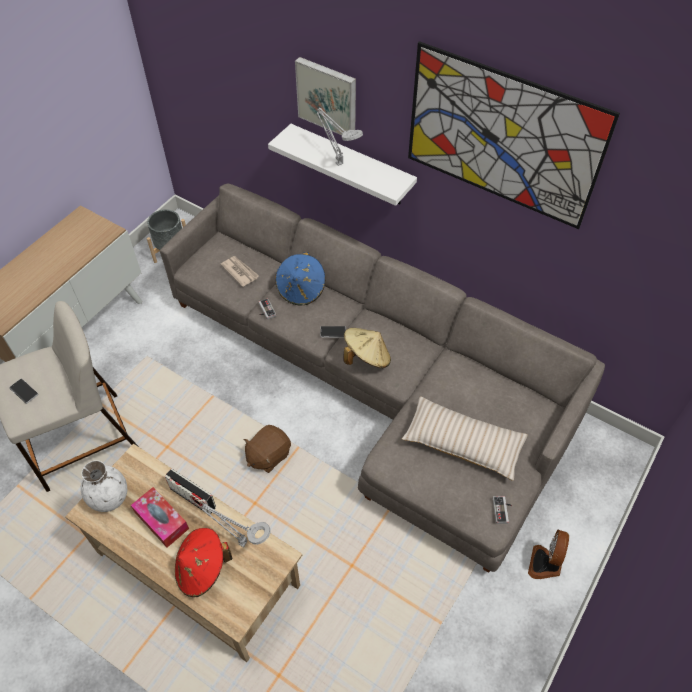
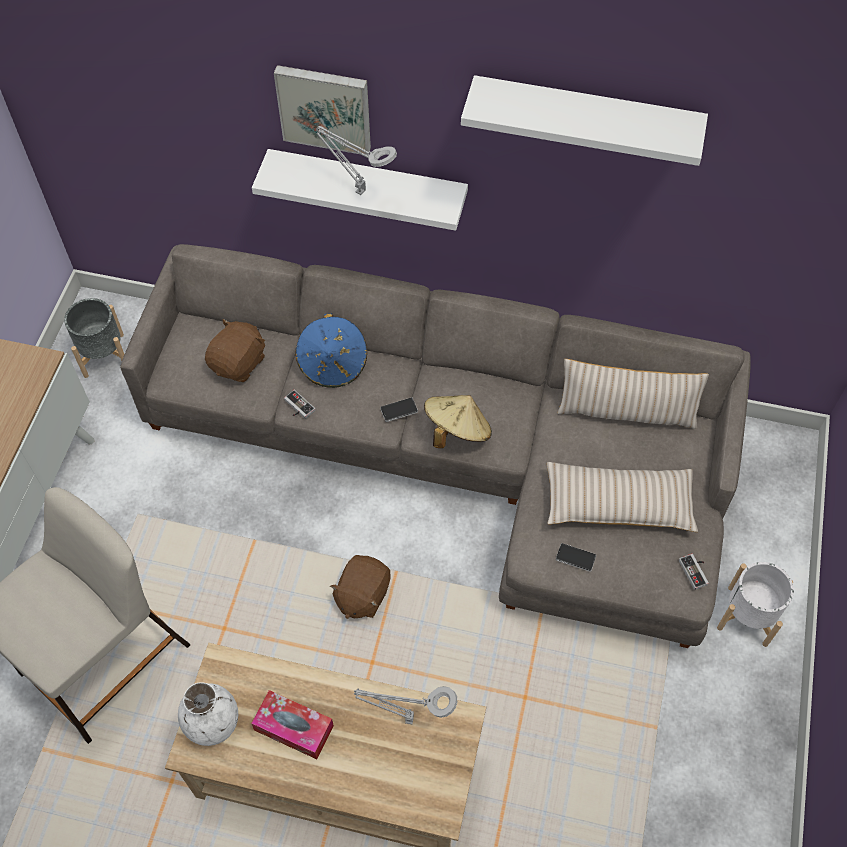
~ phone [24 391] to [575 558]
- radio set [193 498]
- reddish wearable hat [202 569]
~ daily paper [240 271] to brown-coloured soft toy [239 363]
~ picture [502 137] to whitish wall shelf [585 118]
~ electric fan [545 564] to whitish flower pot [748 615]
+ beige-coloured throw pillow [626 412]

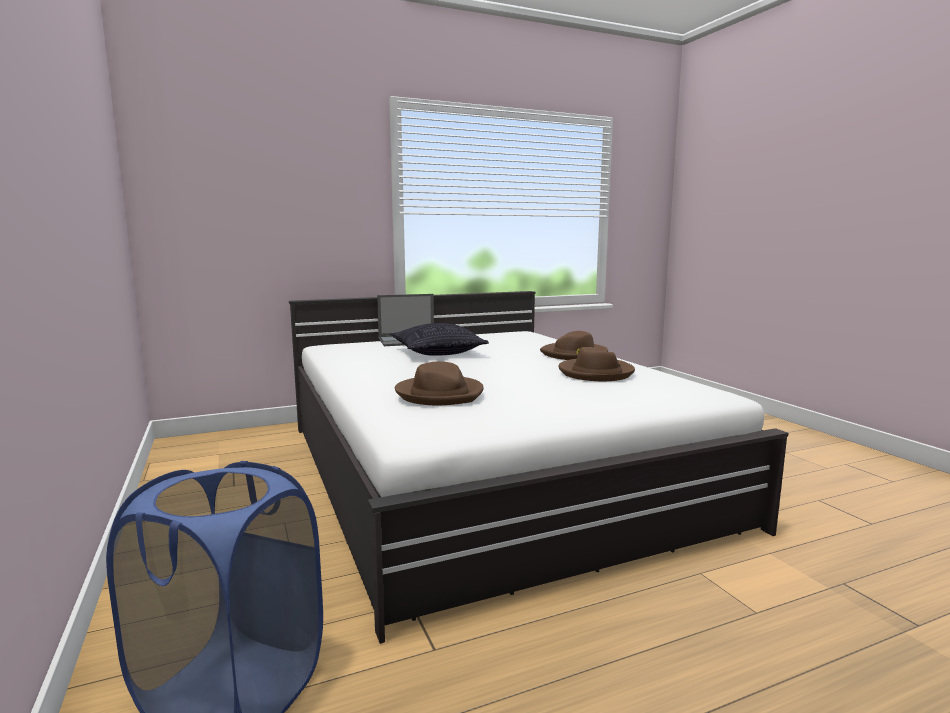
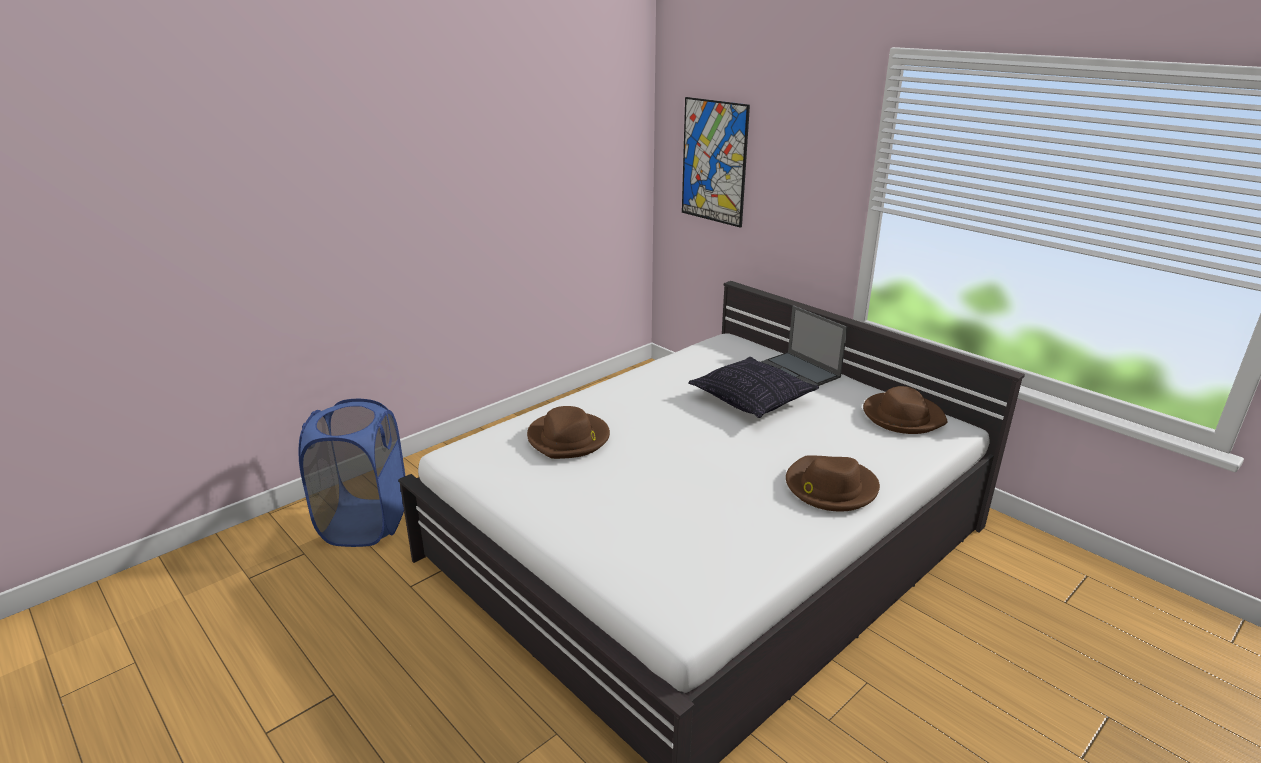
~ brown-coloured wearable hat [595 373] to [902 416]
+ picture [714 162]

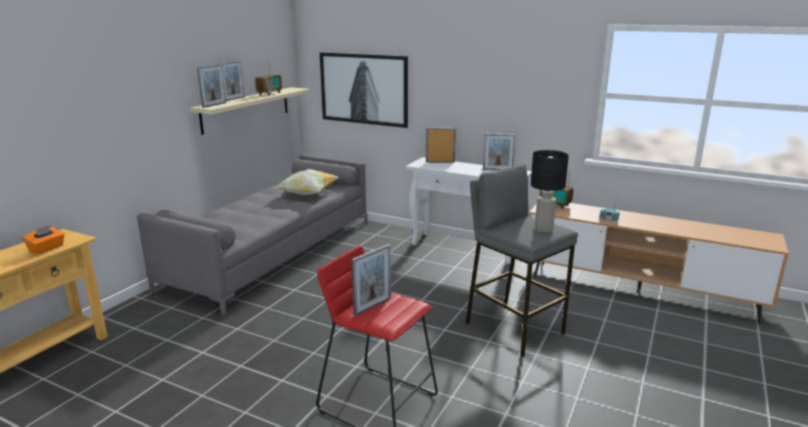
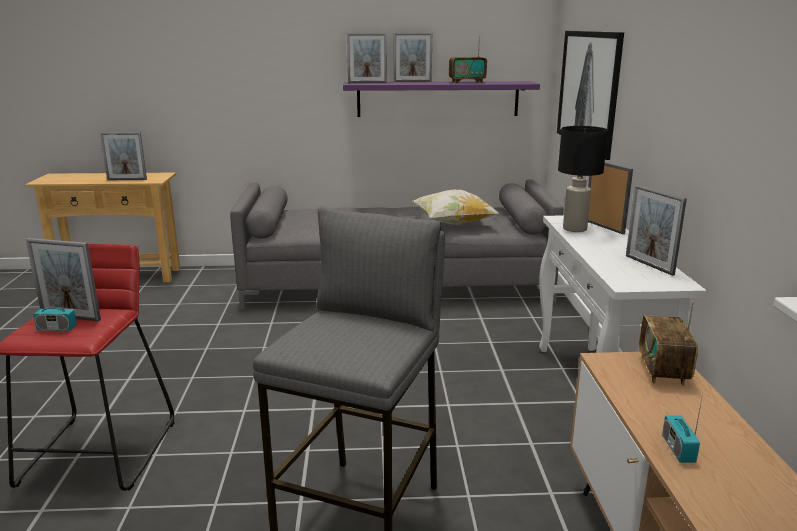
~ orangey tissue holder [47 249] to picture frame [127 179]
~ beige-coloured wall shelf [246 109] to purple wall shelf [438 99]
~ black lamp for a table [544 229] to [574 229]
+ radio set [56 328]

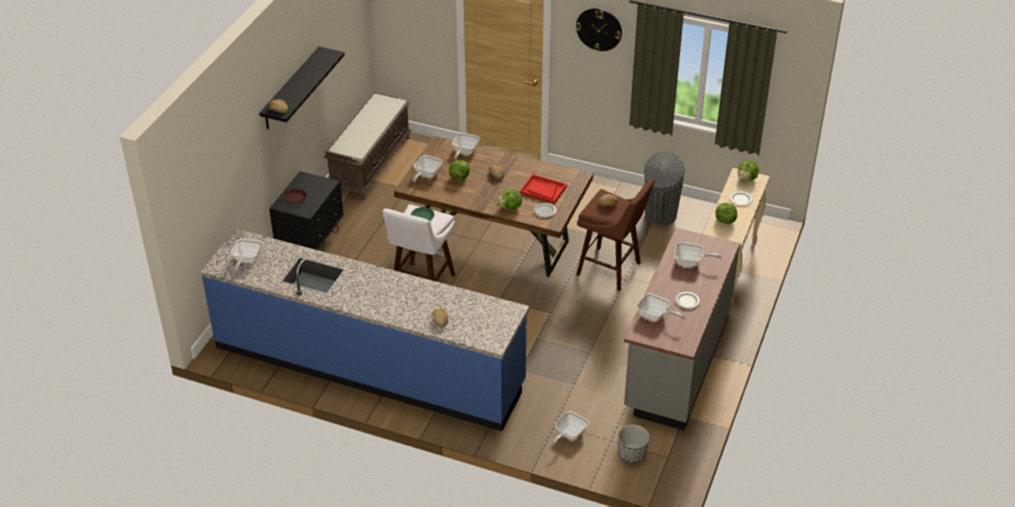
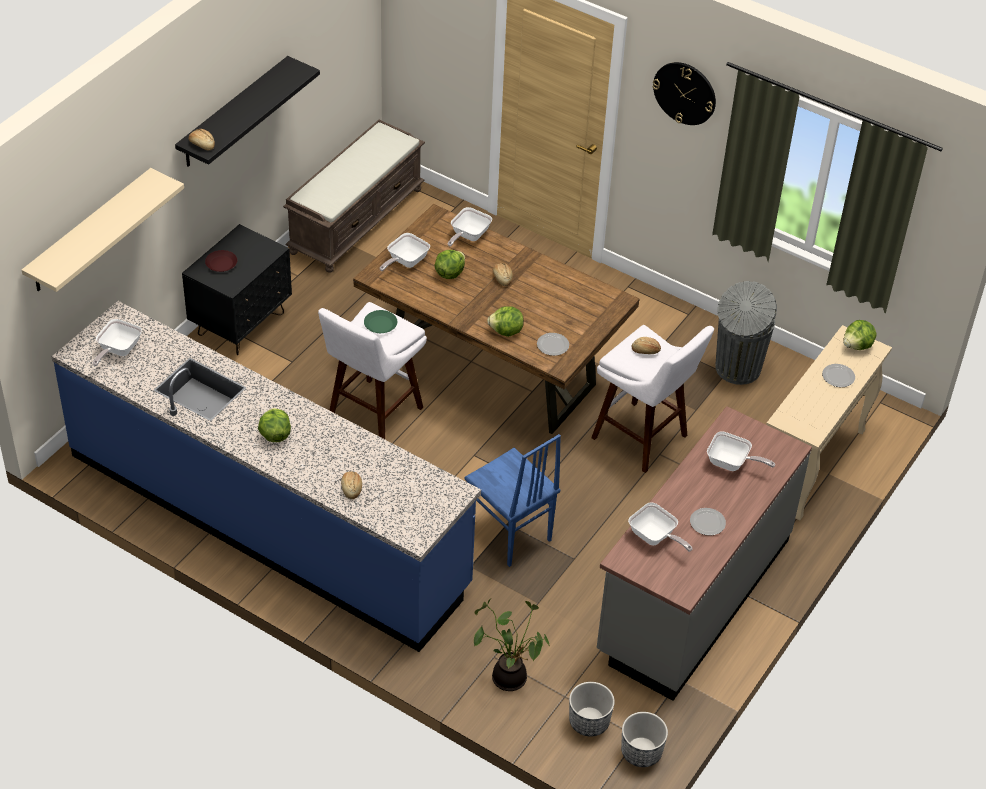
- reddish carrying tray [543 190]
~ pan [568 435] to potted plant [509 676]
~ brown-coloured stool [611 270] to whitish stool [643 439]
~ lettuce head [724 220] to [275 435]
+ beige-coloured wall shelf [90 231]
+ bluish upright chair [509 535]
+ flower pot [641 752]

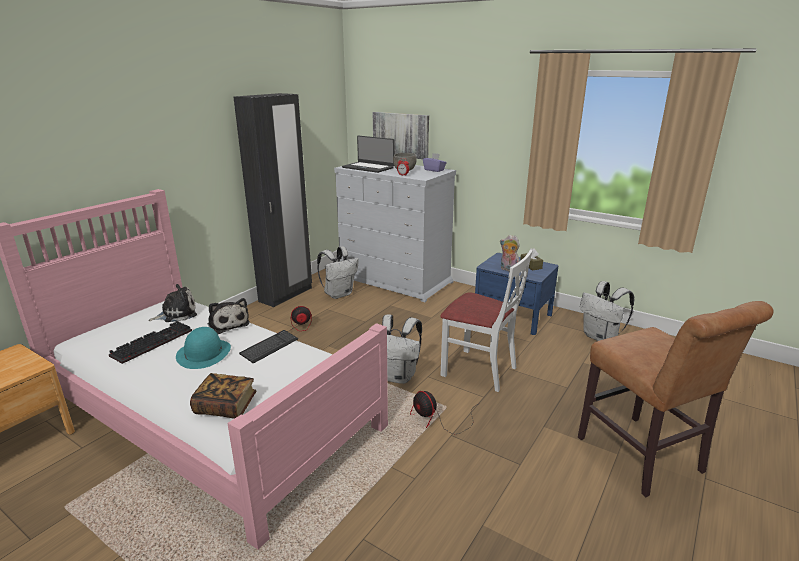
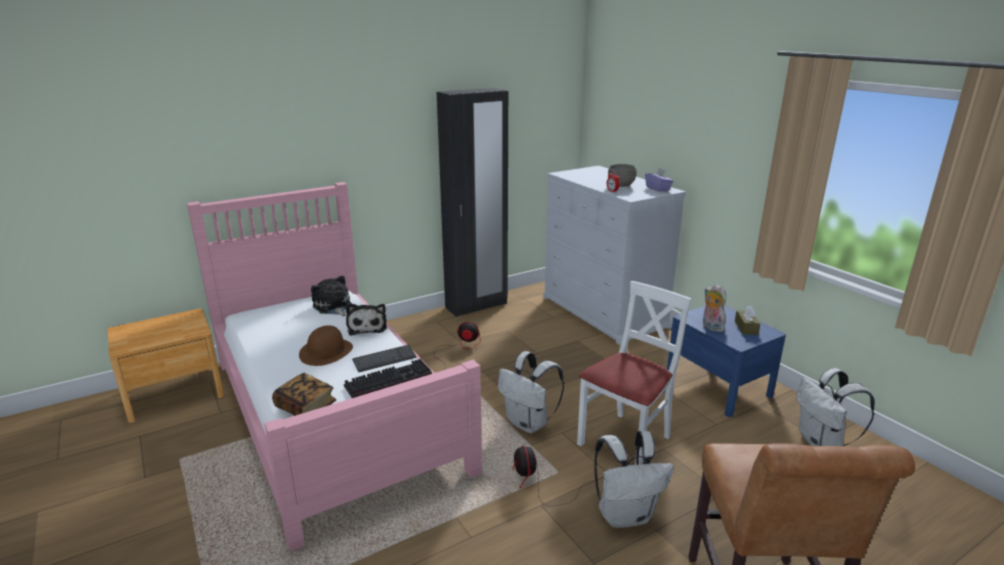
~ keyboard [152 342] to [389 379]
~ soft toy [177 314] = [333 307] 120 degrees counterclockwise
~ turquoise wearable hat [204 353] to brown-coloured wearable hat [326 351]
~ whitish knapsack [339 294] to [626 515]
- notebook computer [368 167]
- picture [401 135]
~ whitish upright chair [479 370] = [626 442] 105 degrees counterclockwise

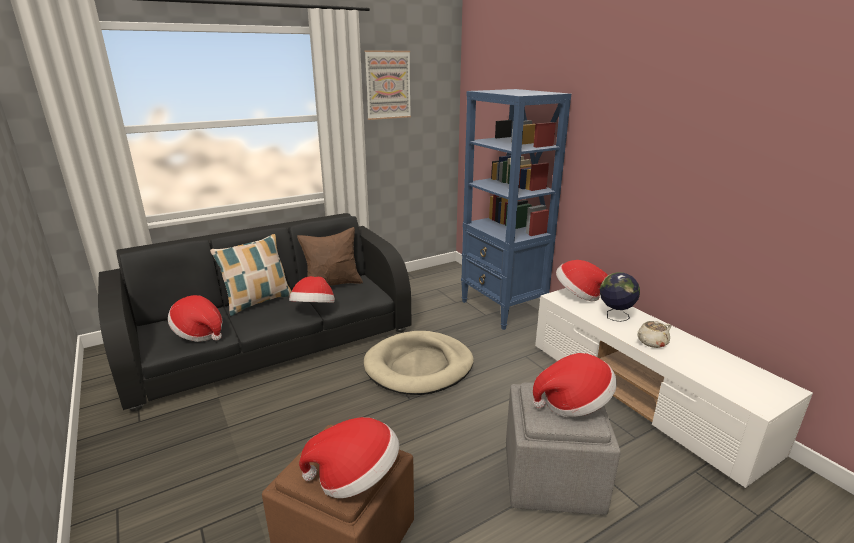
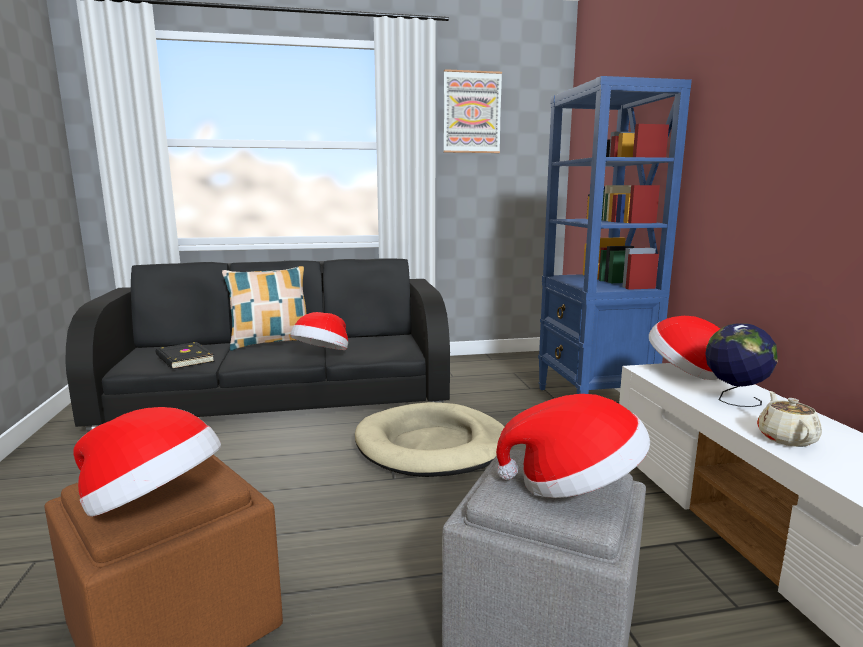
~ wearable hat [199 333] to black book [184 359]
- brown-coloured throw pillow [333 284]
~ beige-coloured tea pot [651 342] = [786 438] 105 degrees clockwise

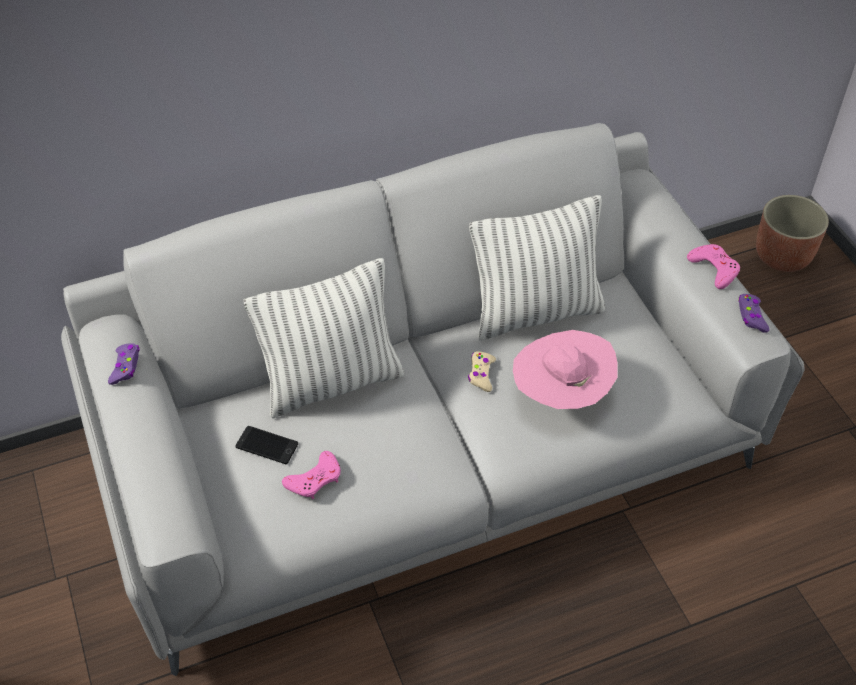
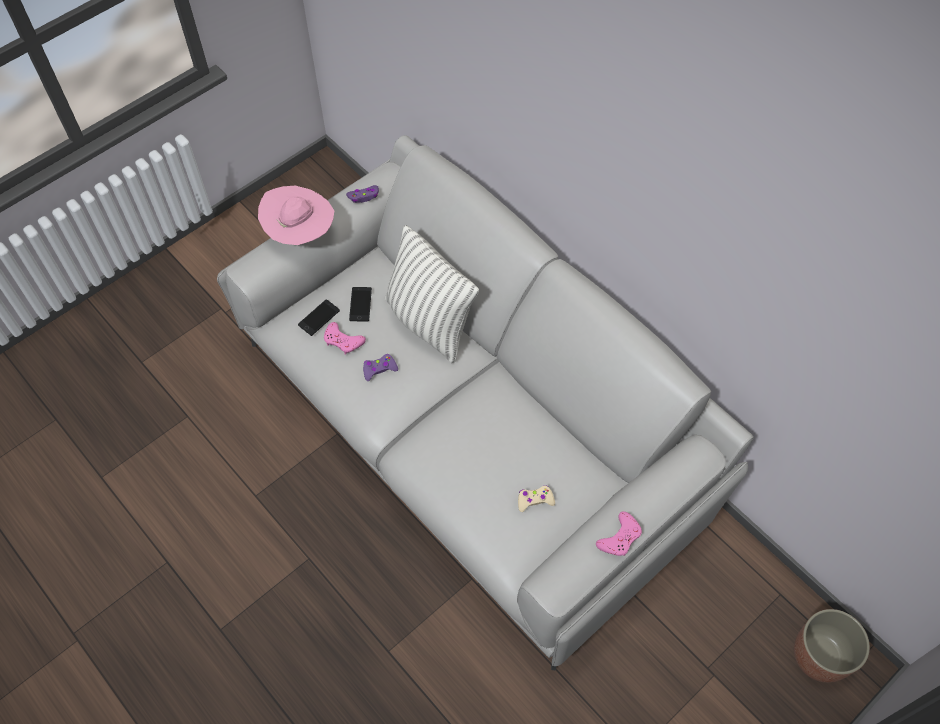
~ beige-coloured game controller [481 374] to [535 500]
- throw pillow [535 312]
~ pinkish wearable hat [561 394] to [300 233]
~ purple game controller [751 316] to [379 369]
+ phone [319 318]

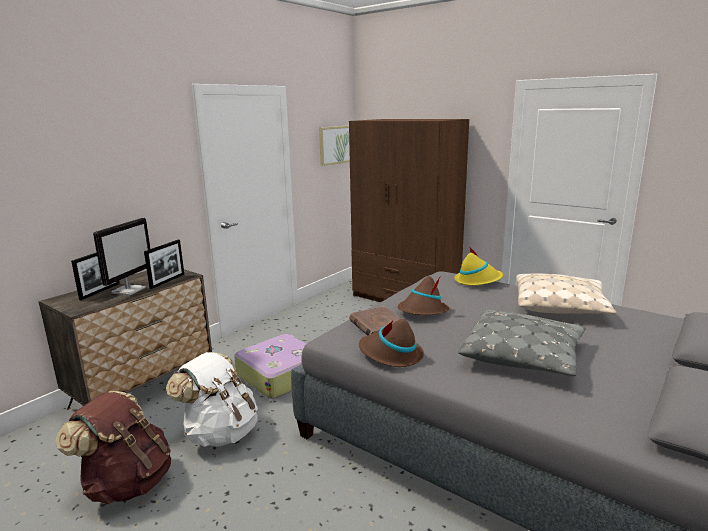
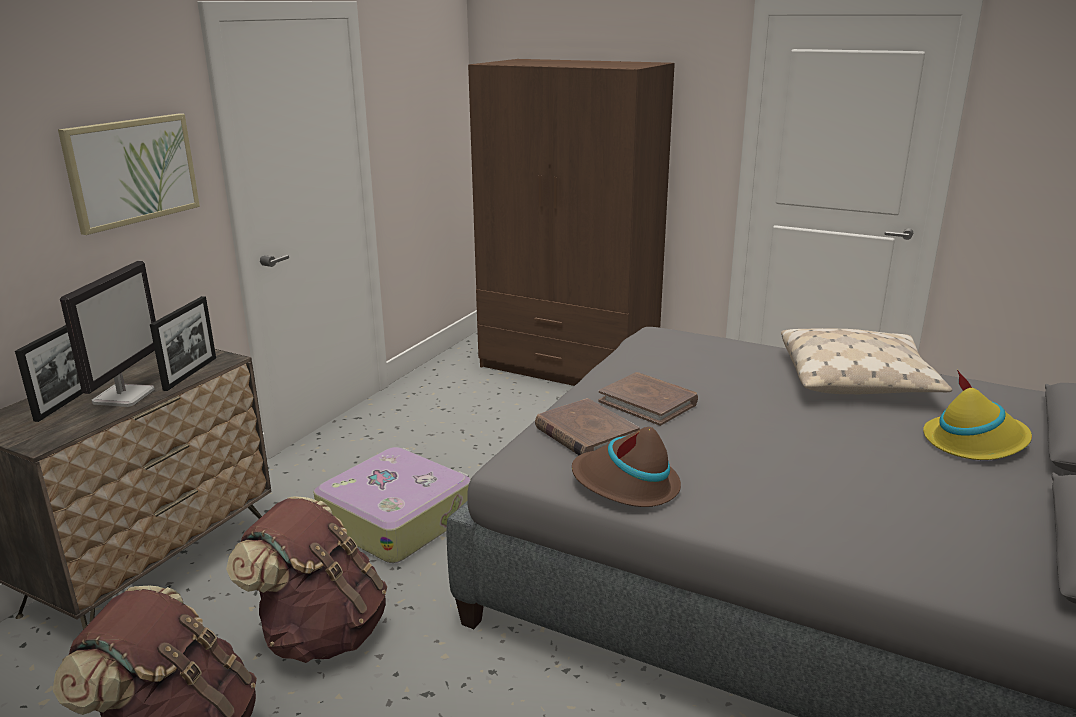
~ whitish knapsack [220 433] to brown-coloured knapsack [321 633]
~ picture [336 145] to [132 171]
~ brown-coloured wearable hat [422 311] to brown-coloured book [648 402]
~ yellow wearable hat [478 280] to [975 442]
- greyish throw pillow [523 355]

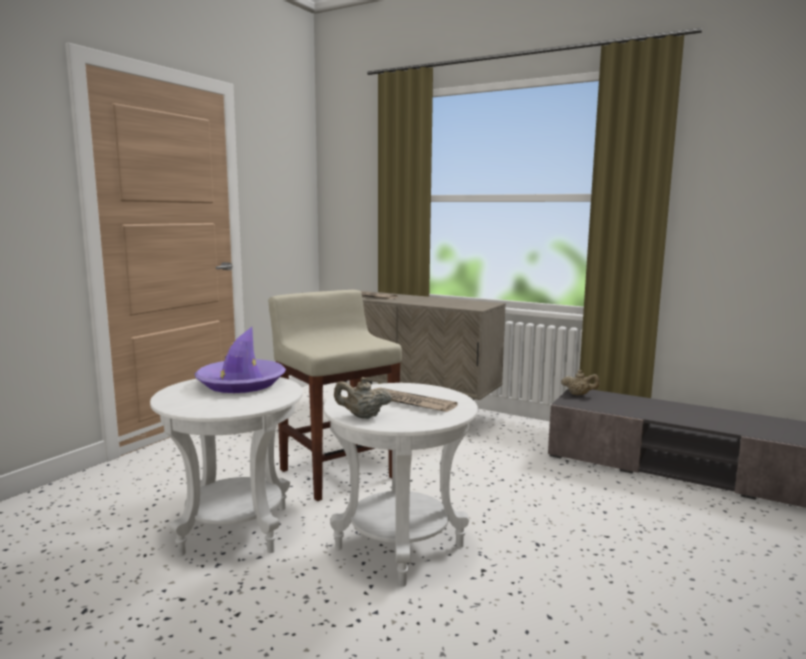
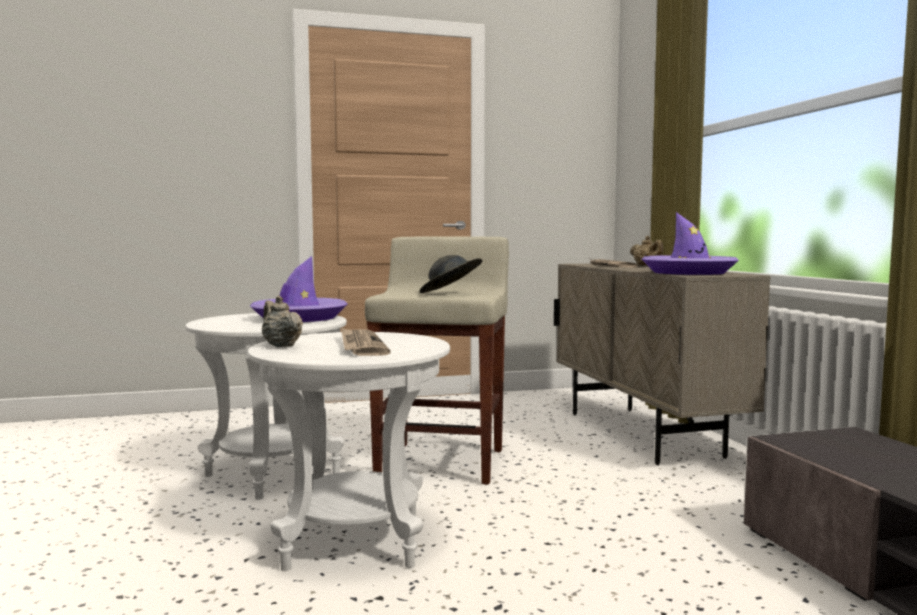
~ beige-coloured tea pot [579 394] to [646 265]
+ greyish wearable hat [450 293]
+ purple wearable hat [688 272]

